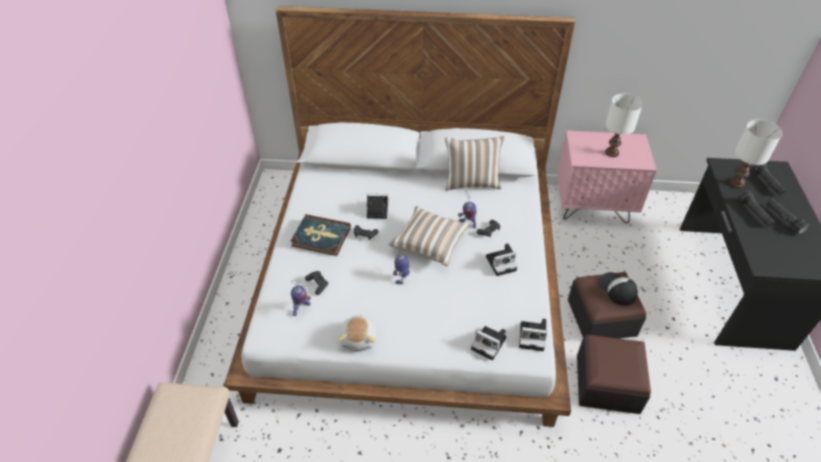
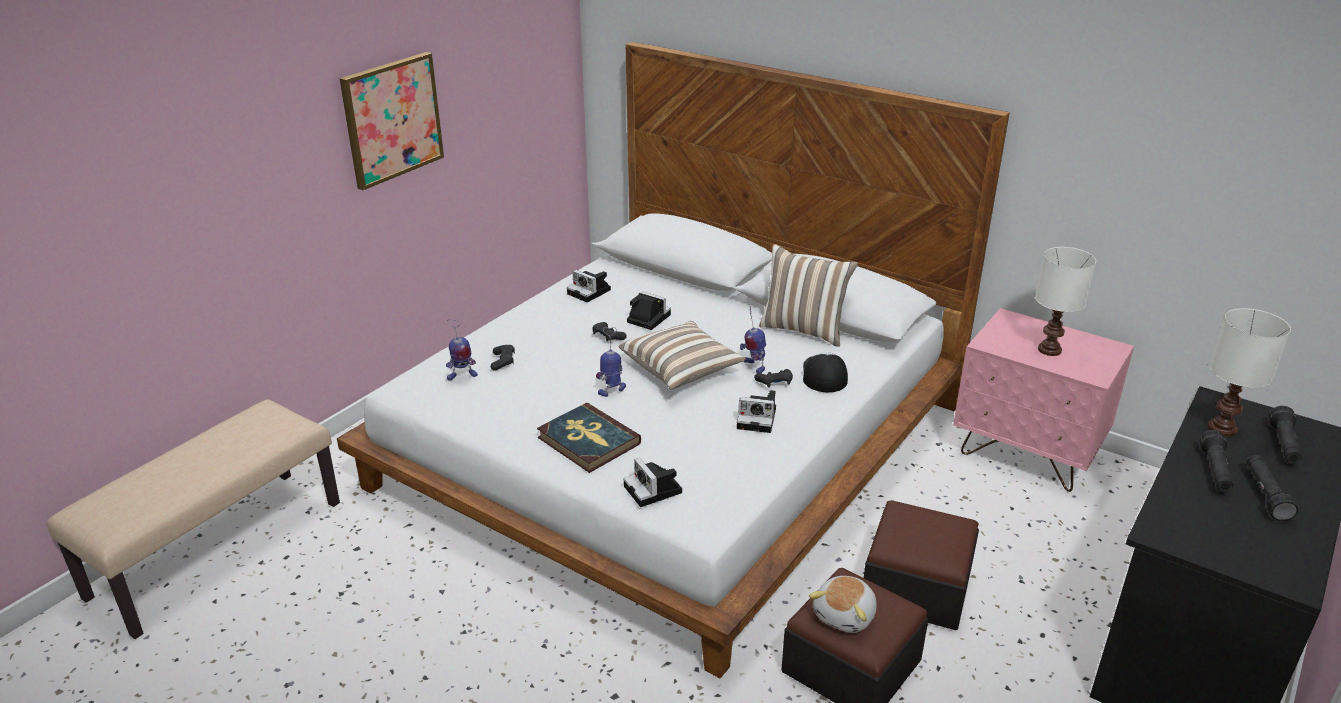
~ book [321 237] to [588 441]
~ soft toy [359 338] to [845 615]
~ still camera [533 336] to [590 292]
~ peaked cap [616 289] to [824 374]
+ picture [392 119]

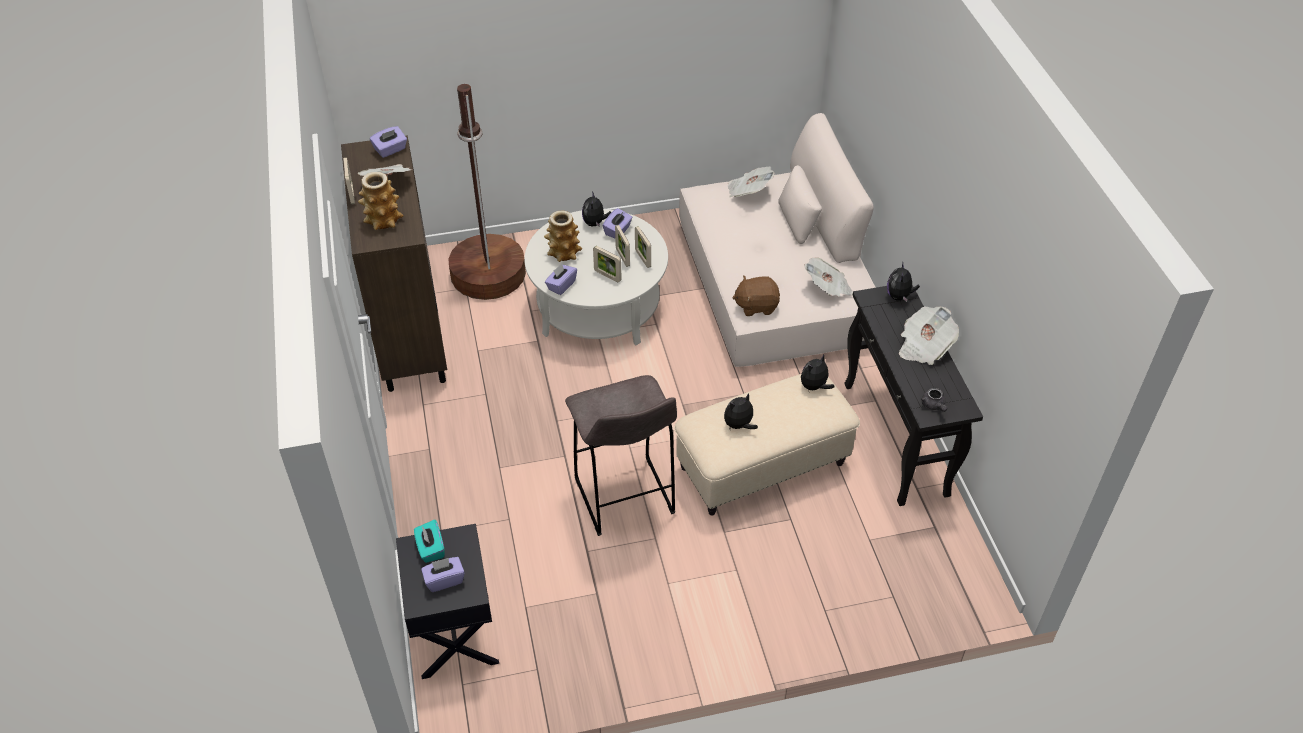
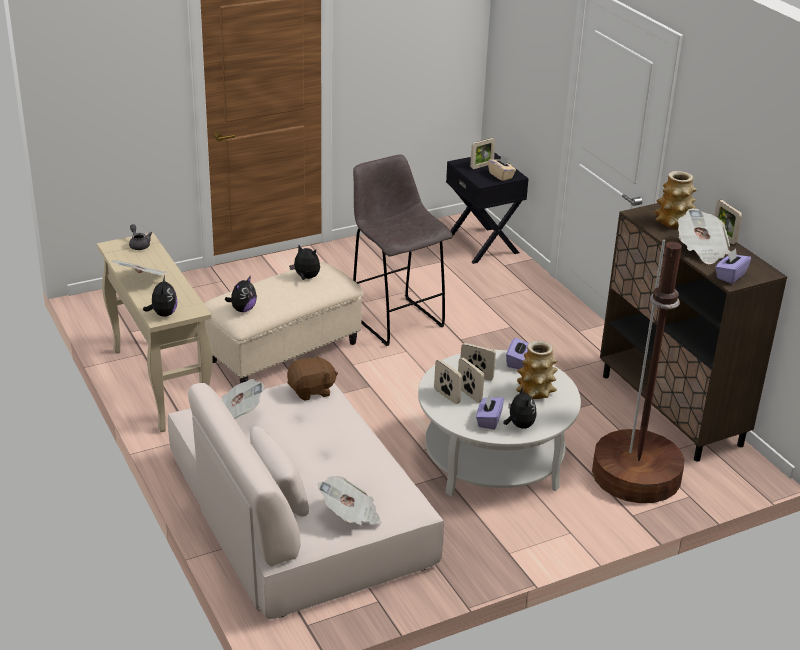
~ turquoise tissue holder [430 549] to beige-coloured tissue holder [501 176]
~ purple tissue holder [444 580] to picture frame [481 166]
~ soft toy [739 425] = [306 278] 105 degrees counterclockwise
~ black narrow table [896 440] to beige-coloured narrow table [159 383]

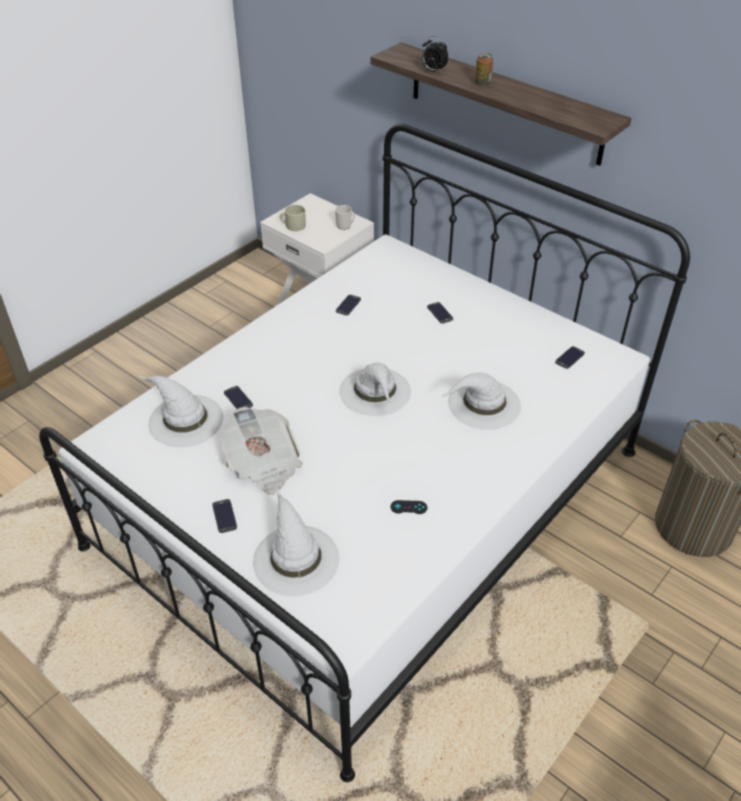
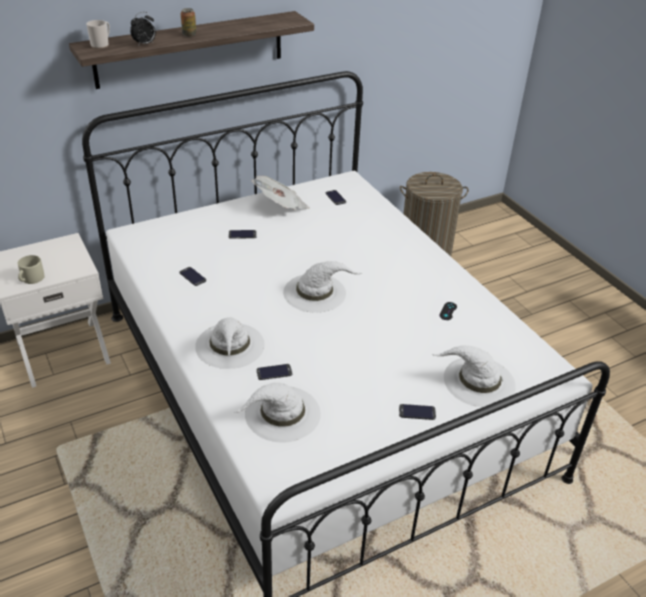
~ daily paper [263 465] to [281 206]
~ mug [345 226] to [101 44]
~ whitish wearable hat [483 404] to [230 346]

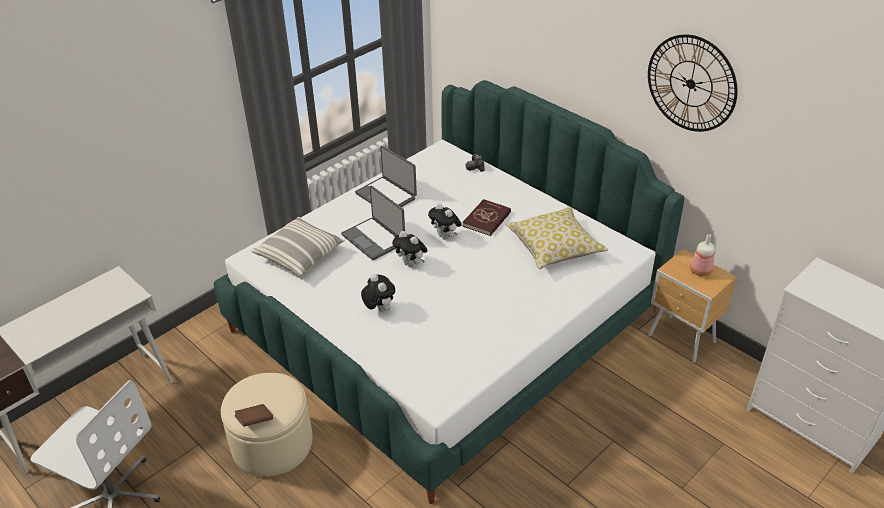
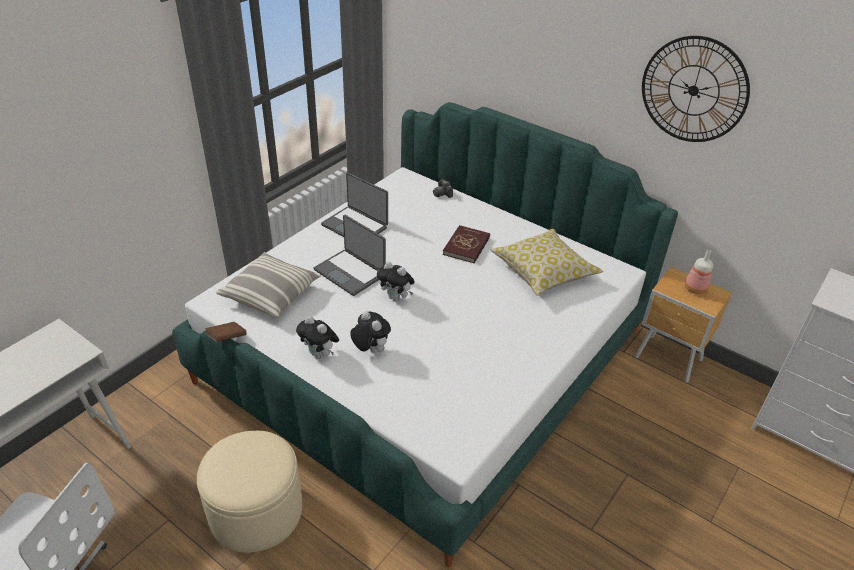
~ brown-coloured book [255 421] to [227 338]
~ soft toy [445 236] to [320 354]

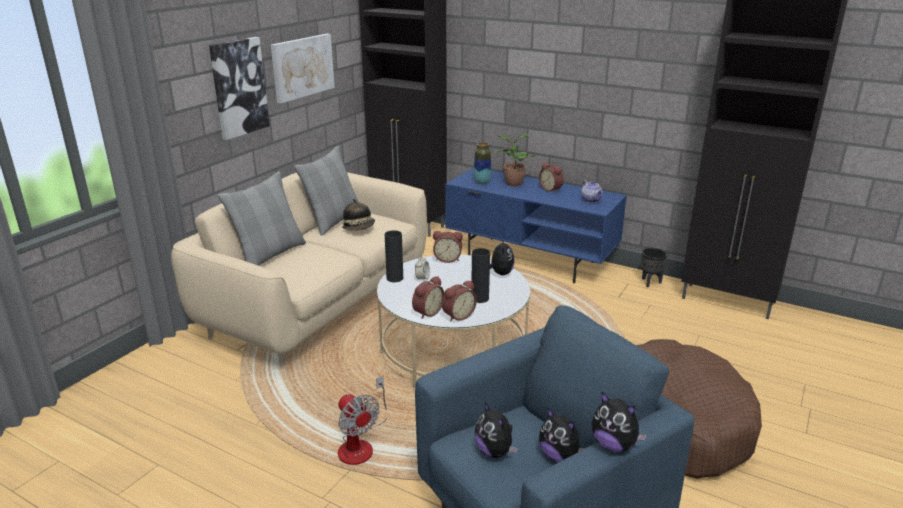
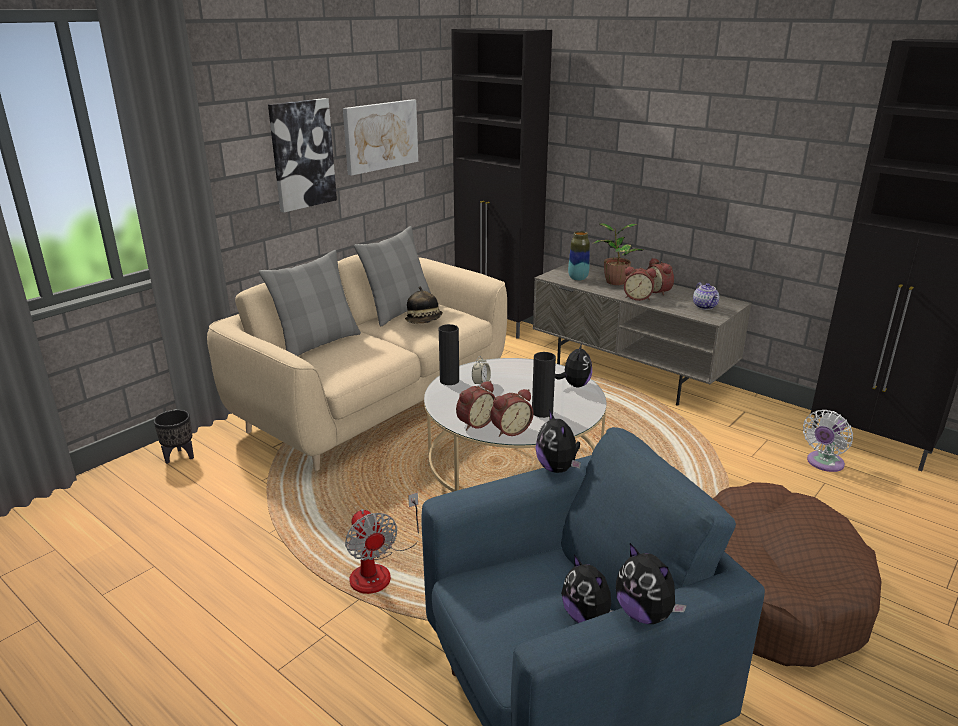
~ table clock [447 259] to [637 297]
~ bluish tv stand [531 259] to greyish tv stand [631 373]
~ soft toy [495 451] to [557 468]
~ black flower pot [650 282] to [179 456]
+ whitish electric fan [823 463]

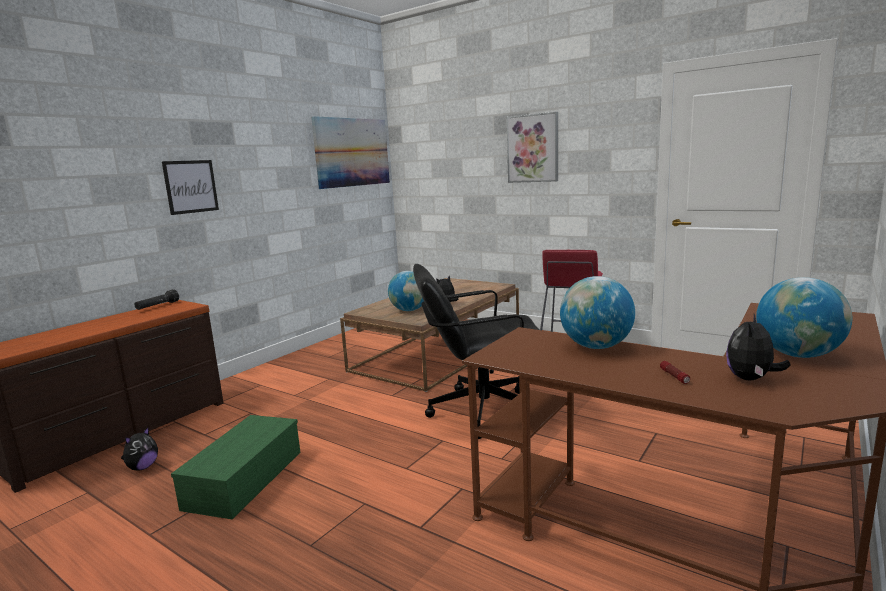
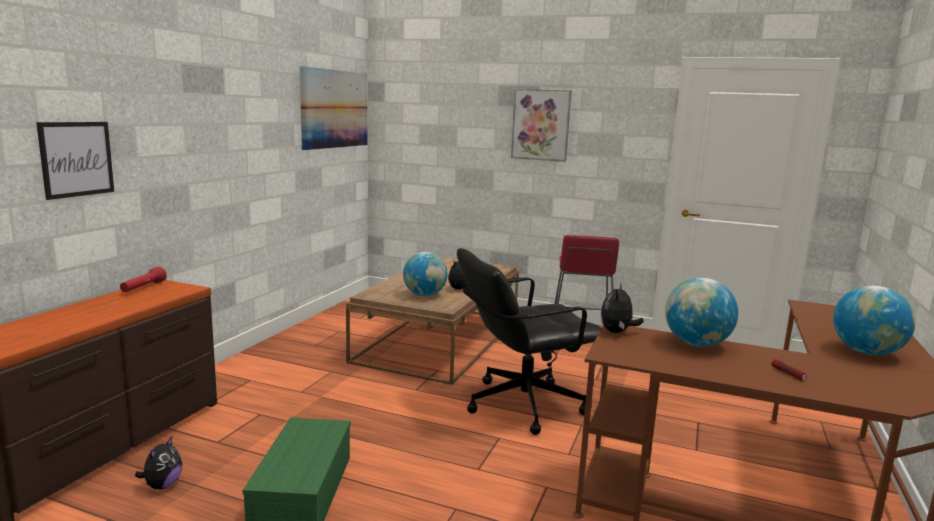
~ black torch [157 306] to reddish torch [143 288]
~ picture [191 186] to [77 159]
~ soft toy [751 379] to [617 332]

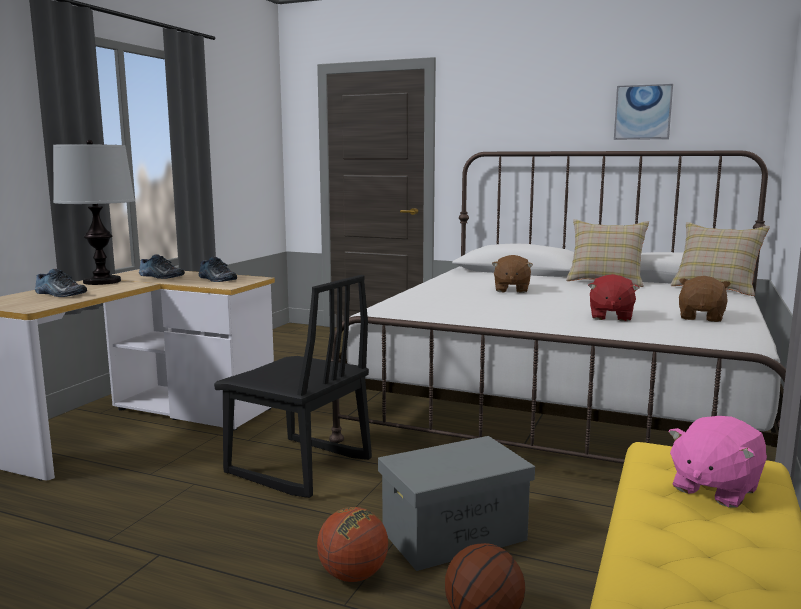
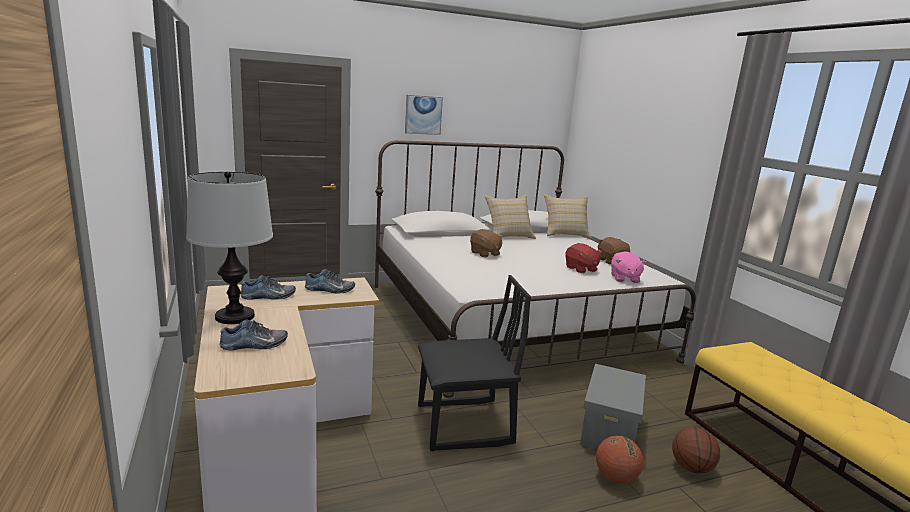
~ picture [643 112] to [423 115]
~ pinkish soft toy [714 488] to [624 278]

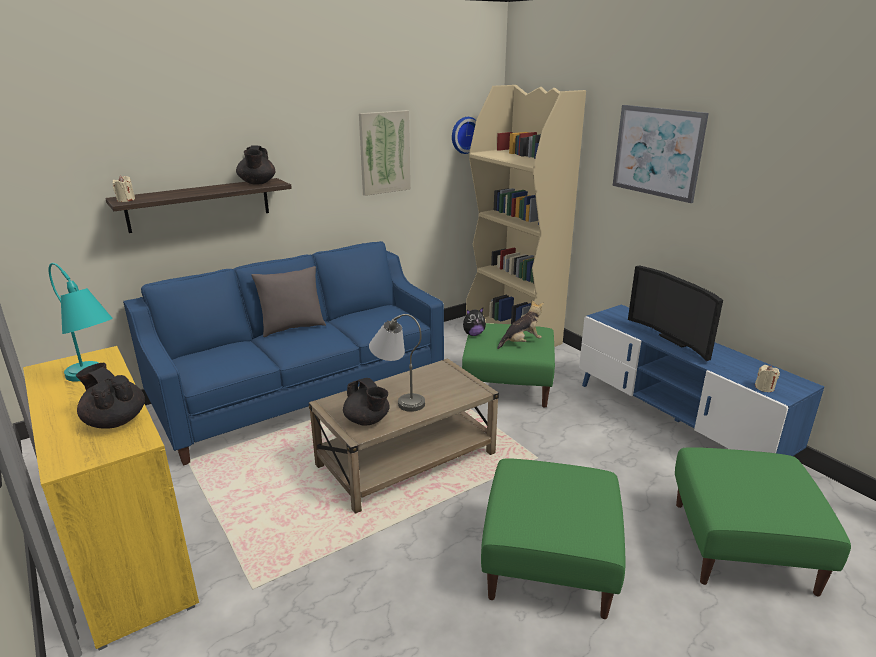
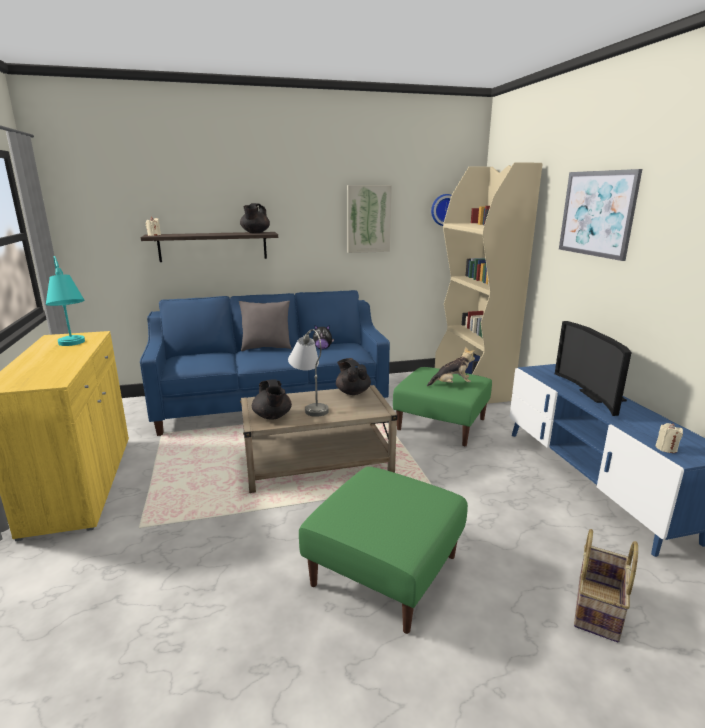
~ black tea pot [115 421] to [352 392]
~ soft toy [473 334] to [322 348]
~ green-coloured pouffe [743 546] to household basket [599 609]

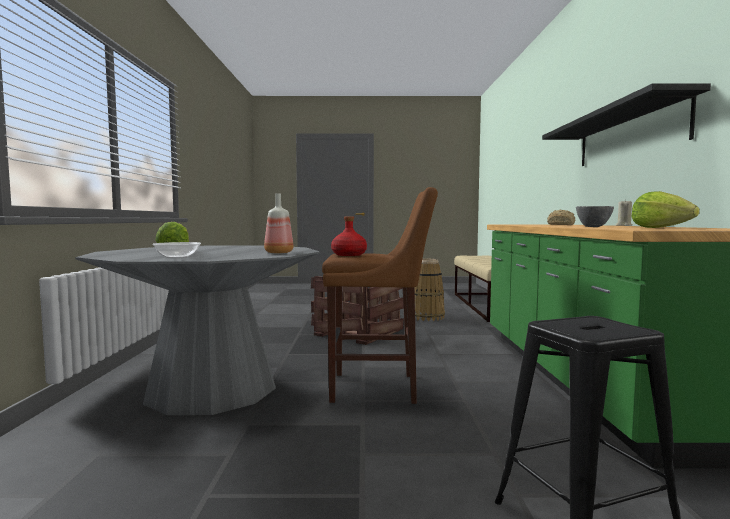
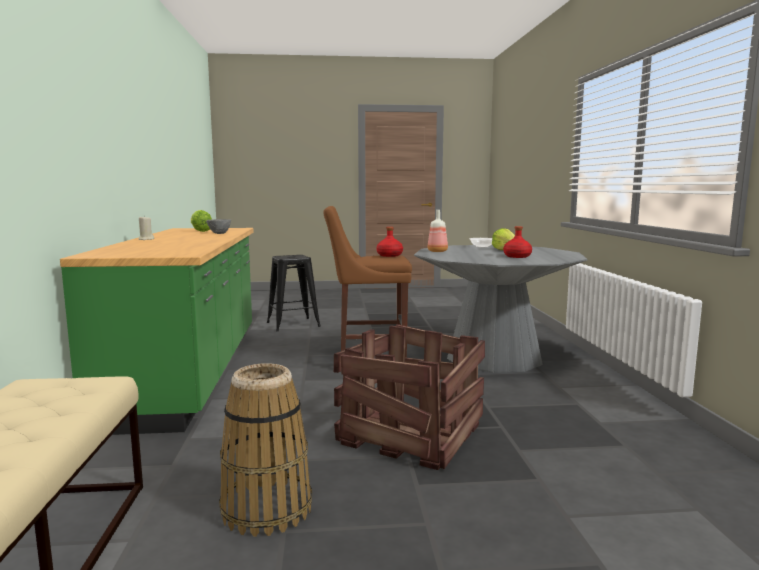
- black wall shelf [628 135]
- baked bread [561 225]
+ reddish beverage bottle [517 256]

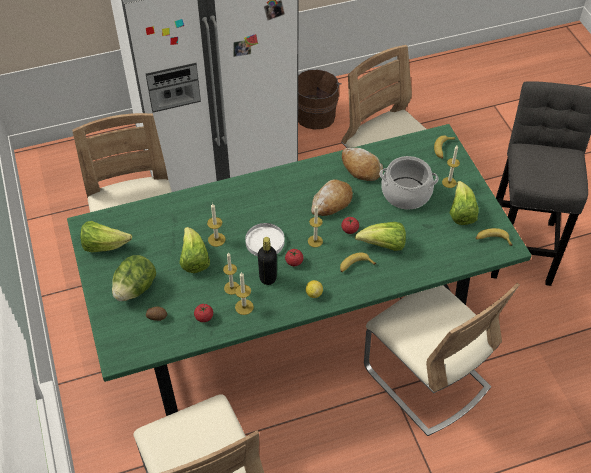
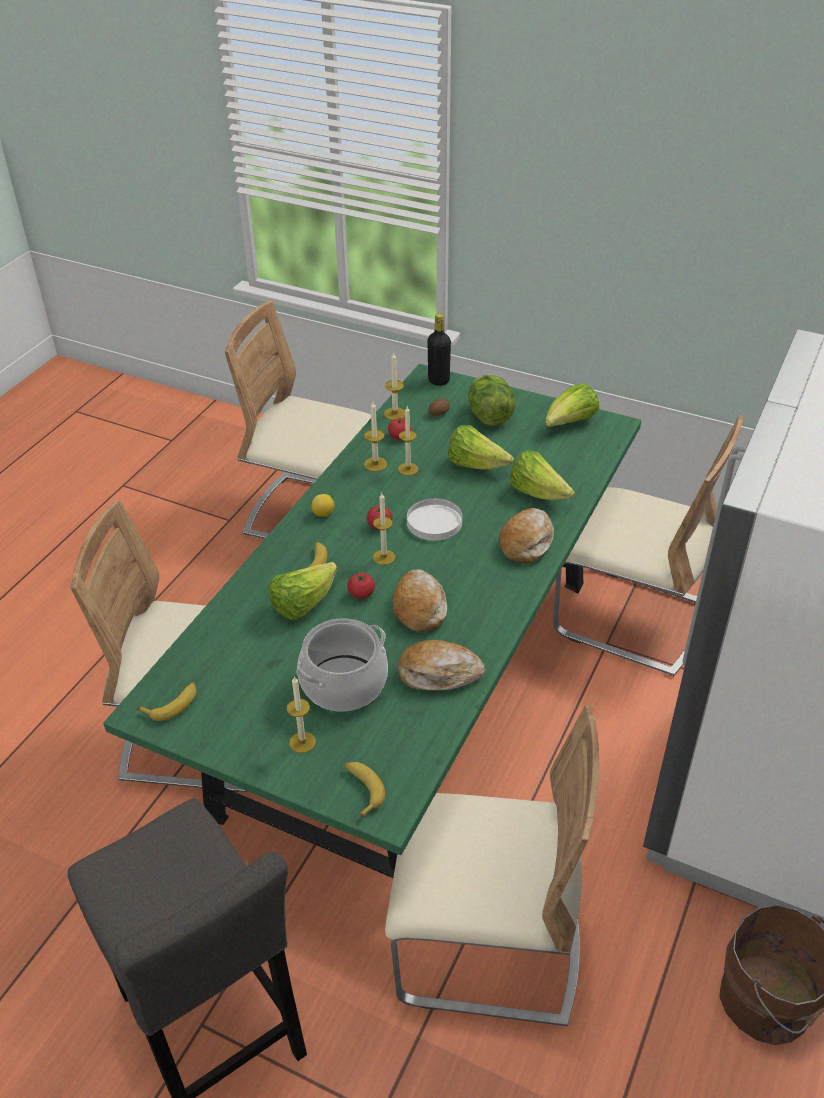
~ candle [216 239] to [395 413]
~ black beverage bottle [268 278] to [438 380]
~ lettuce head [461 213] to [538 493]
+ baked bread [526 542]

